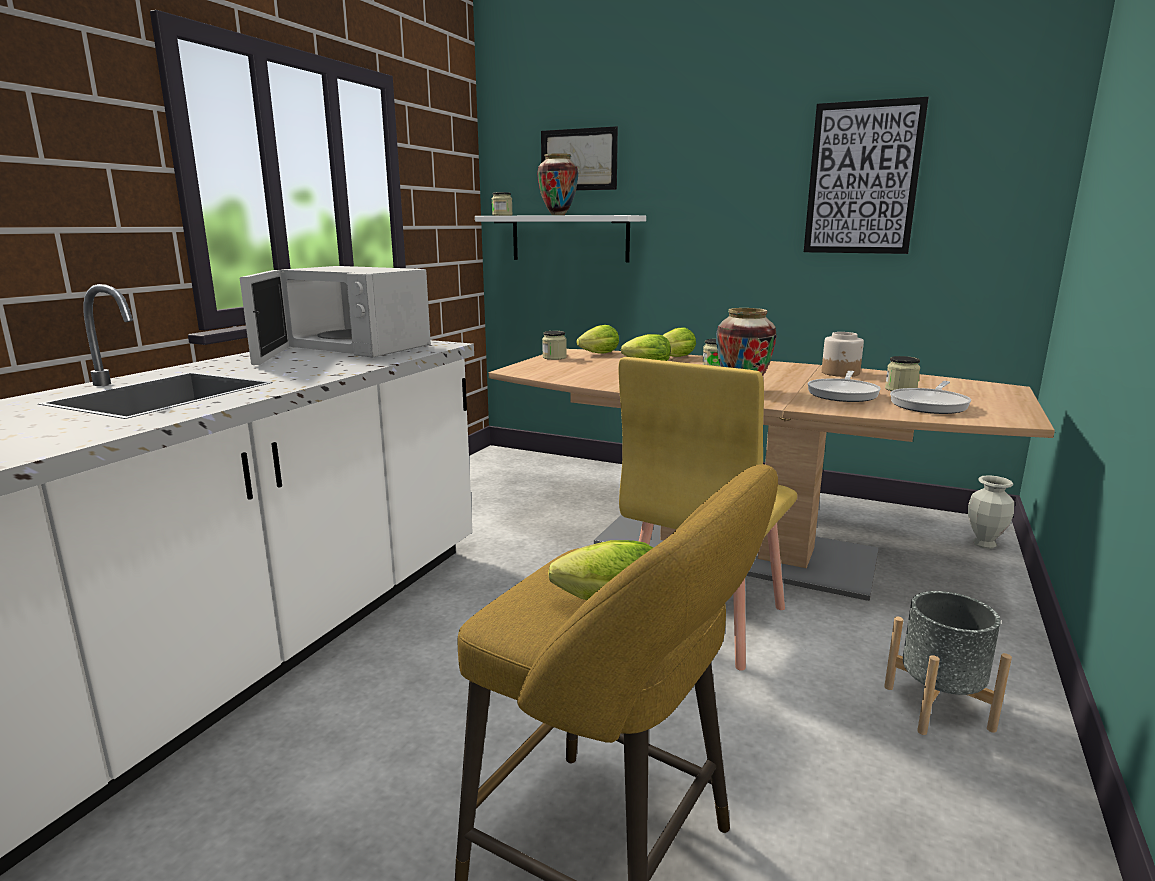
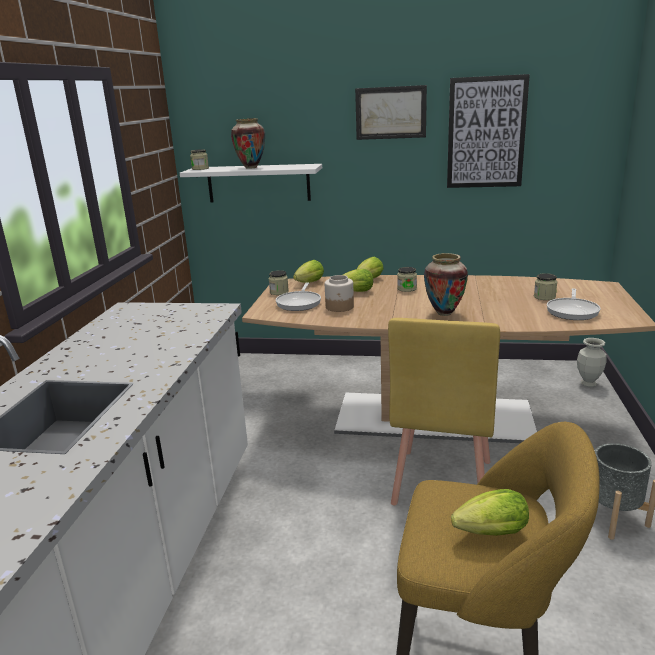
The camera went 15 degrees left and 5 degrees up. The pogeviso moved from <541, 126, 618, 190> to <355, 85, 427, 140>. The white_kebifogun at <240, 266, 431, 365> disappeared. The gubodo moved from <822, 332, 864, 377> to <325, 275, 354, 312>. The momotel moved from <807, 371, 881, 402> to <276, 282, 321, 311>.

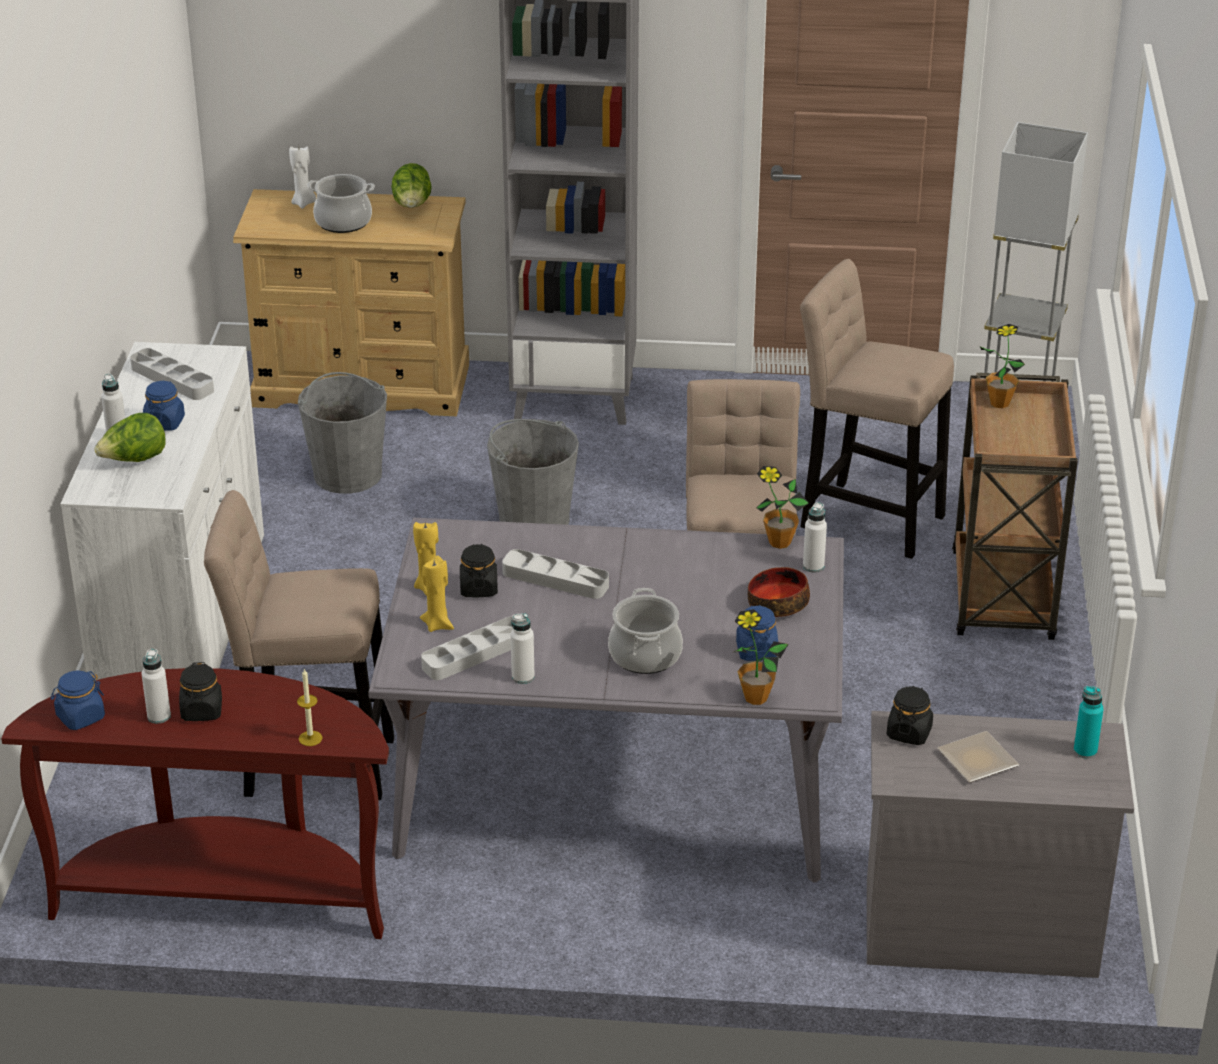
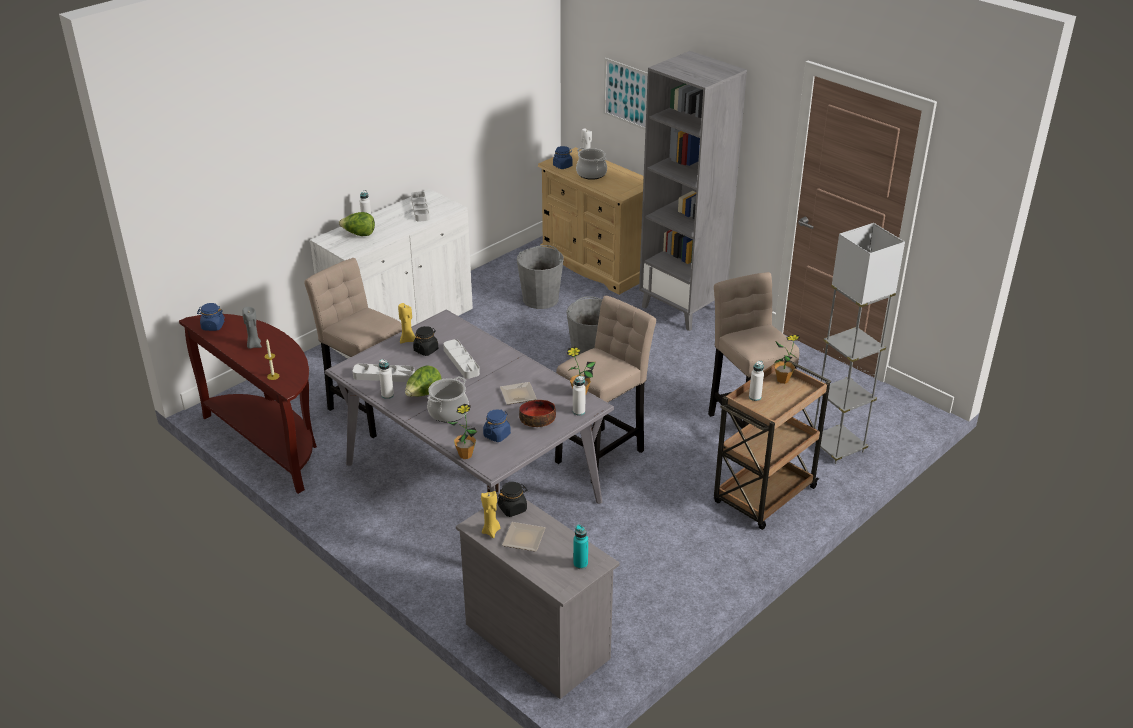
The camera went 40 degrees right and 0 degrees up. The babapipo moved from <391, 163, 432, 208> to <405, 365, 442, 397>. The blue_gubodo moved from <143, 381, 185, 431> to <553, 146, 573, 169>. The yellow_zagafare moved from <420, 556, 454, 632> to <481, 491, 500, 538>. The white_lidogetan moved from <141, 649, 171, 724> to <749, 361, 764, 401>. The black_gubodo at <179, 662, 222, 721> was replaced by the grey_zagafare at <242, 307, 262, 349>. The pogeviso at <604, 58, 648, 130> appeared. The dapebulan at <500, 382, 537, 405> appeared.

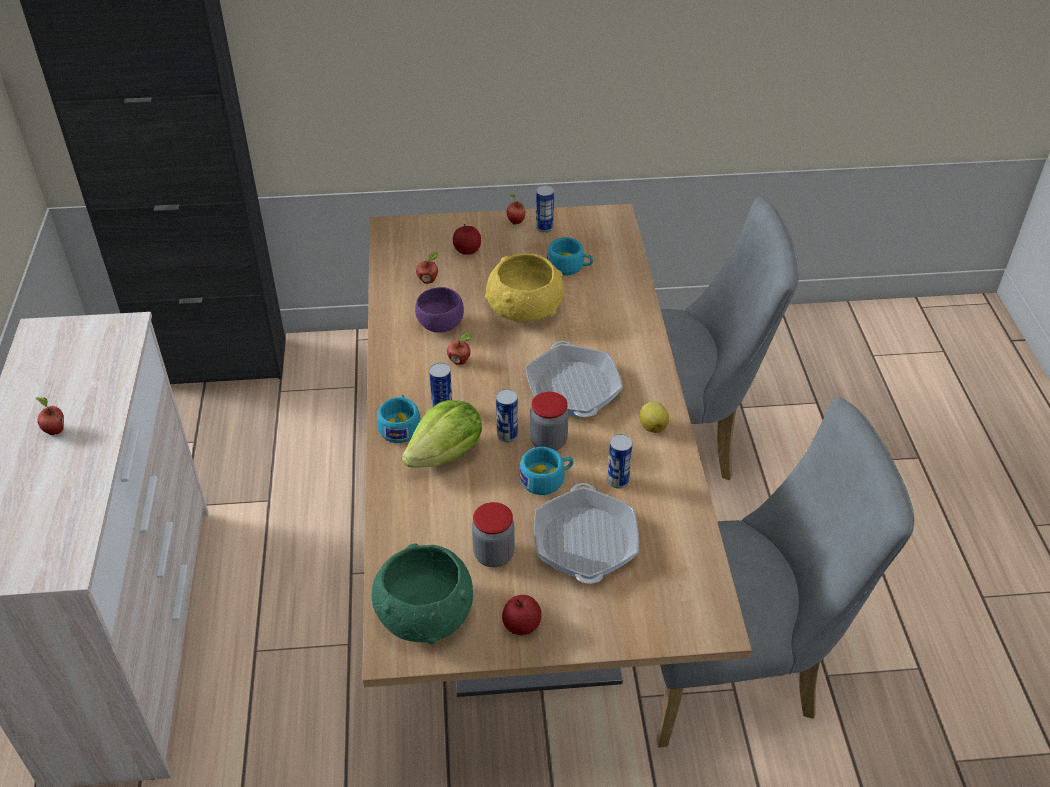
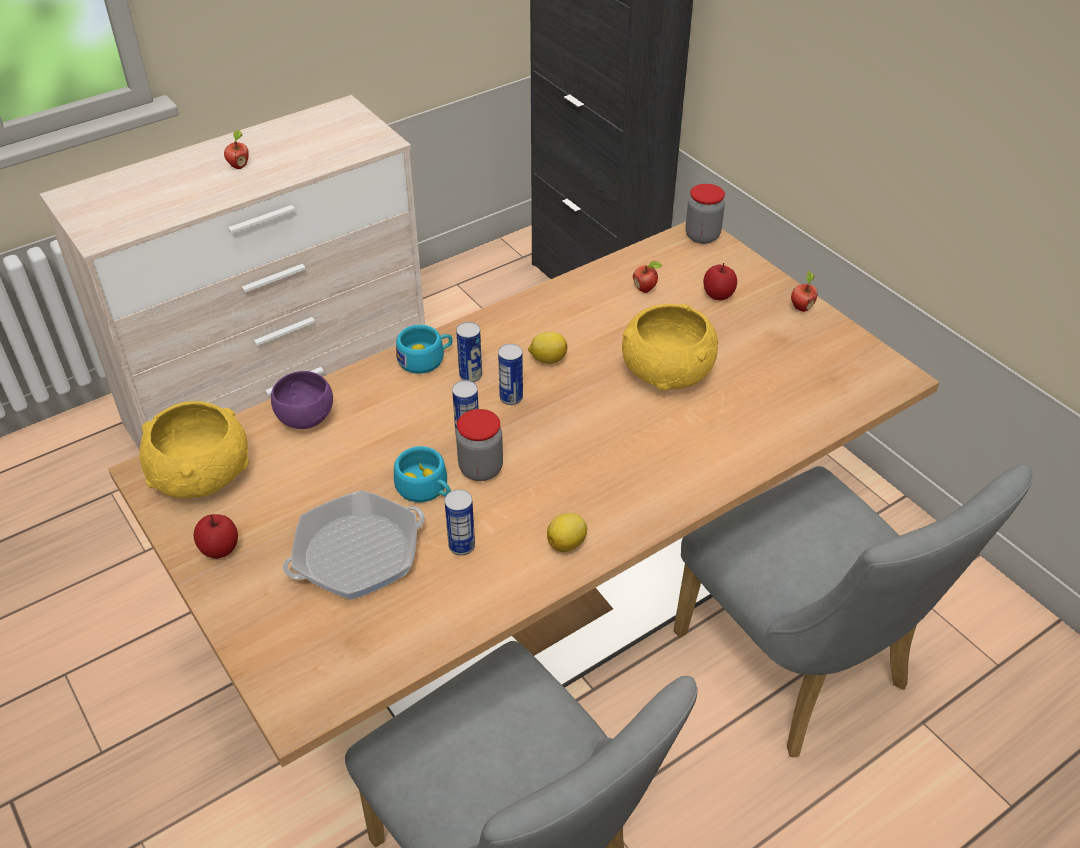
The camera went 60 degrees right and 0 degrees up. The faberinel moved from <536, 186, 554, 233> to <498, 344, 523, 405>. The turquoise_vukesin at <547, 237, 593, 275> disappeared. The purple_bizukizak moved from <415, 287, 464, 333> to <271, 371, 333, 429>. The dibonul at <447, 333, 473, 365> was replaced by the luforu at <528, 332, 567, 364>. The momotel at <526, 341, 623, 418> disappeared. The babapipo at <402, 400, 482, 467> disappeared. The gubodo moved from <472, 502, 515, 567> to <685, 184, 725, 244>. The green_bizukizak at <372, 543, 473, 644> became the yellow_bizukizak at <139, 401, 249, 498>.

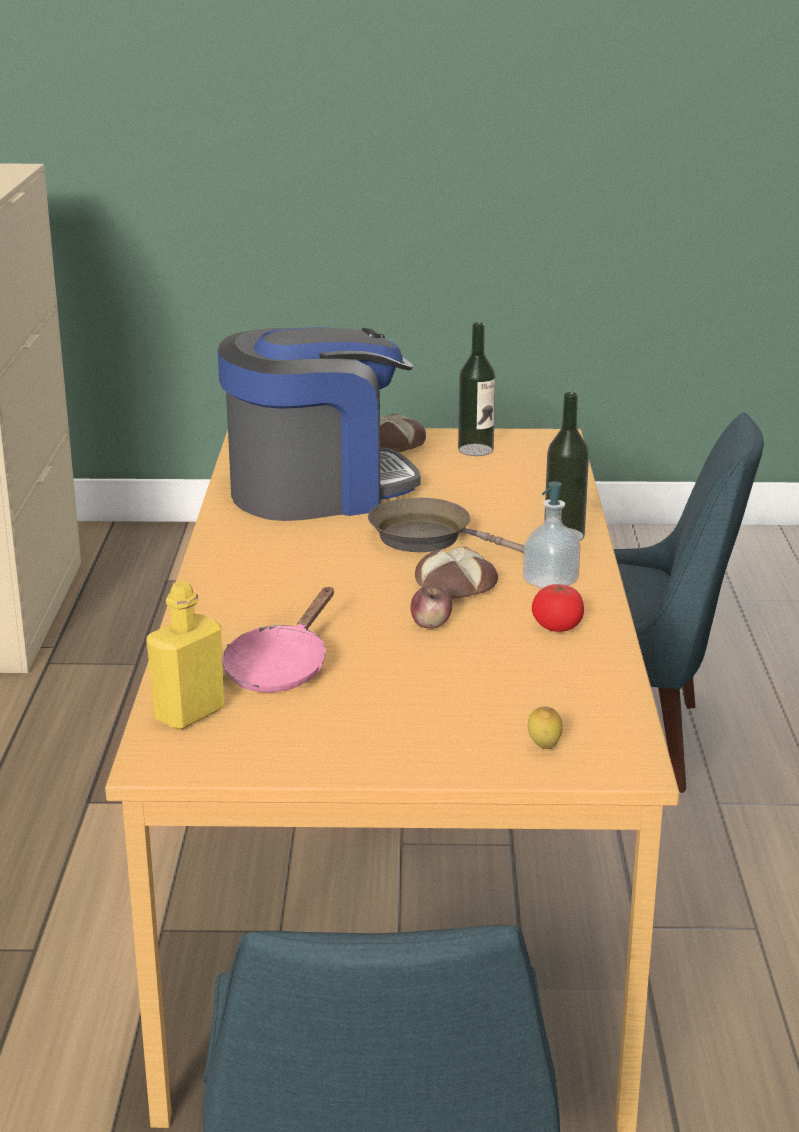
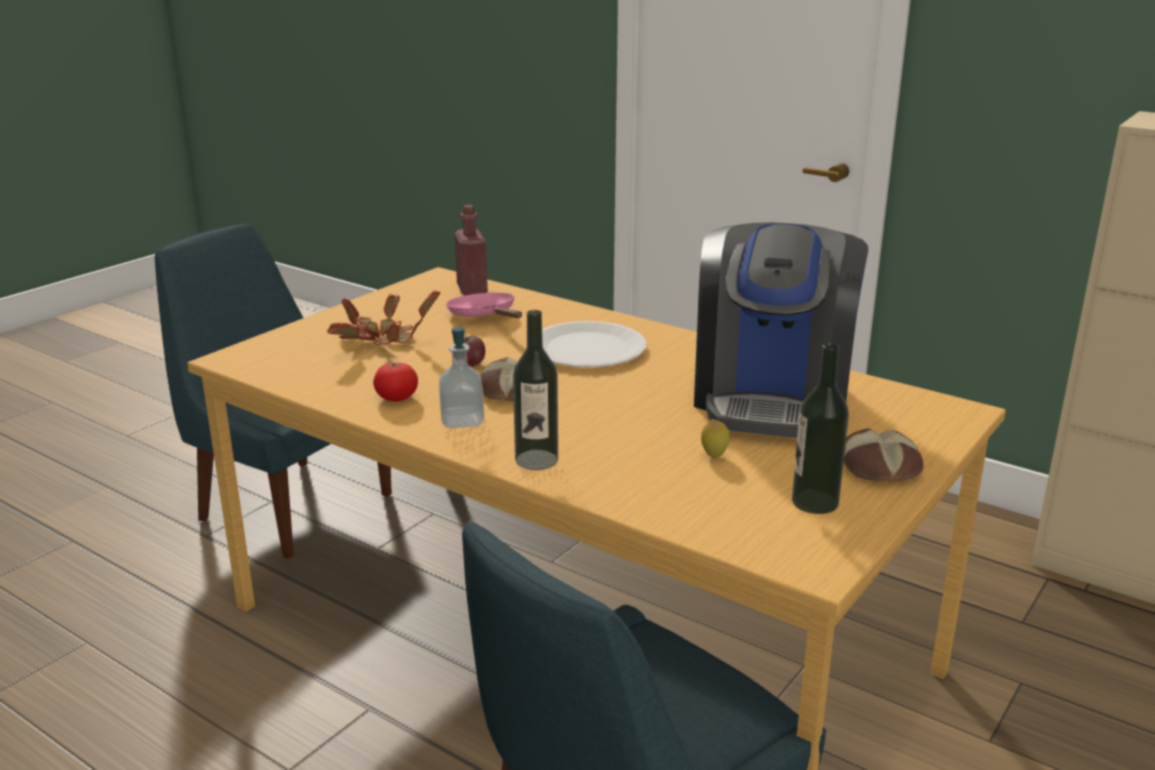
The camera went 125 degrees right and 0 degrees up. The brown_momotel at <368, 498, 524, 553> disappeared. The yellow_lidogetan at <146, 581, 224, 730> became the red_lidogetan at <454, 205, 488, 295>. The luforu moved from <528, 706, 563, 749> to <701, 419, 730, 458>. The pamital at <327, 290, 440, 345> appeared. The white_dapebulan at <542, 321, 646, 367> appeared.

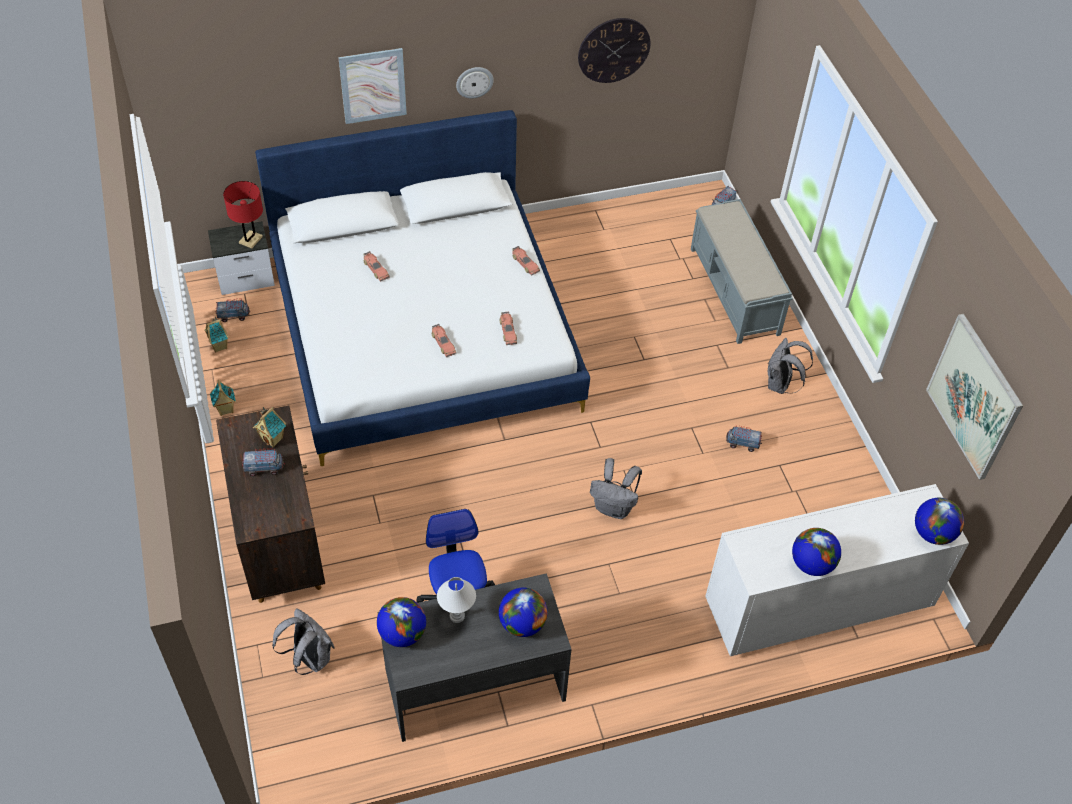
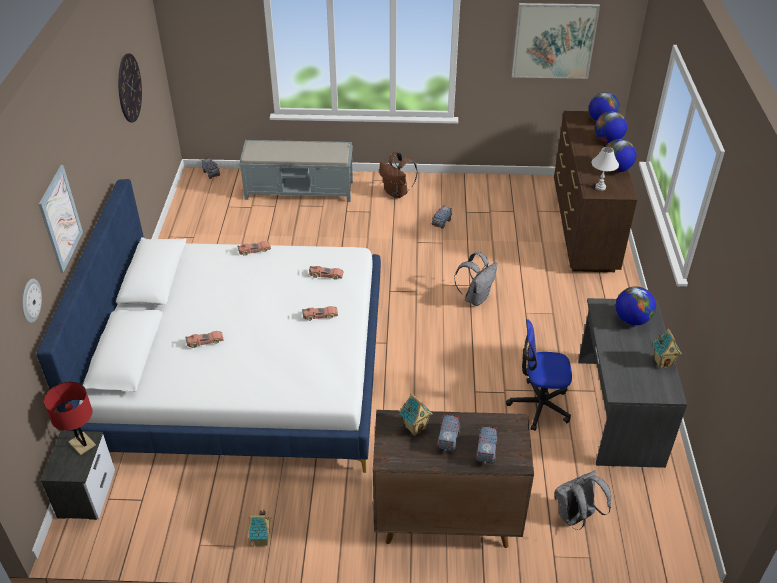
The camera went 70 degrees left and 10 degrees down. The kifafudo moved from <456, 67, 494, 99> to <22, 279, 42, 323>. The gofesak moved from <216, 298, 250, 322> to <475, 426, 499, 464>. The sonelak moved from <204, 317, 229, 353> to <653, 329, 682, 368>. The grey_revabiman at <768, 338, 813, 394> became the brown_revabiman at <379, 152, 418, 199>. The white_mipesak at <705, 484, 969, 656> became the brown_mipesak at <554, 111, 637, 272>. The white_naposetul moved from <437, 577, 476, 623> to <591, 147, 619, 191>. The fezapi moved from <377, 597, 426, 647> to <595, 111, 627, 143>.

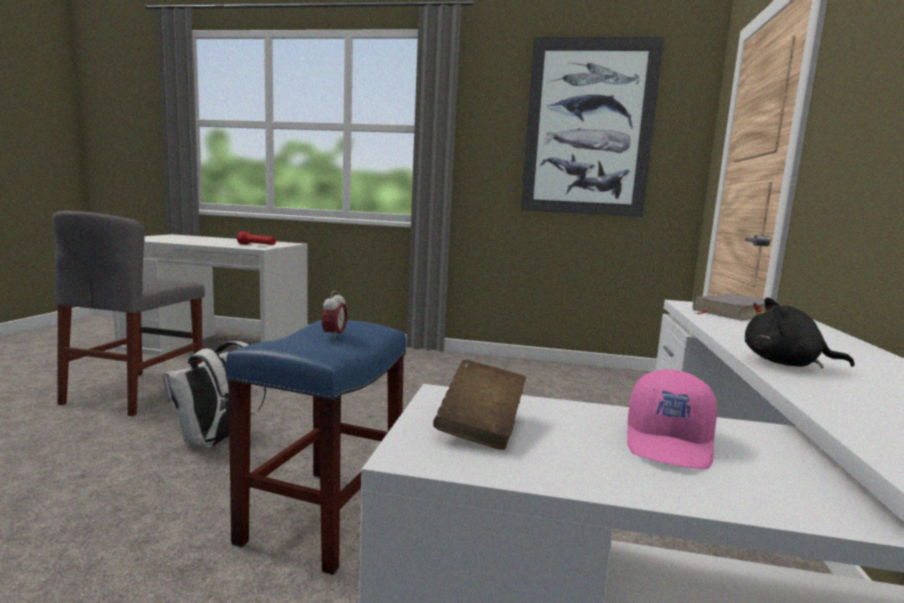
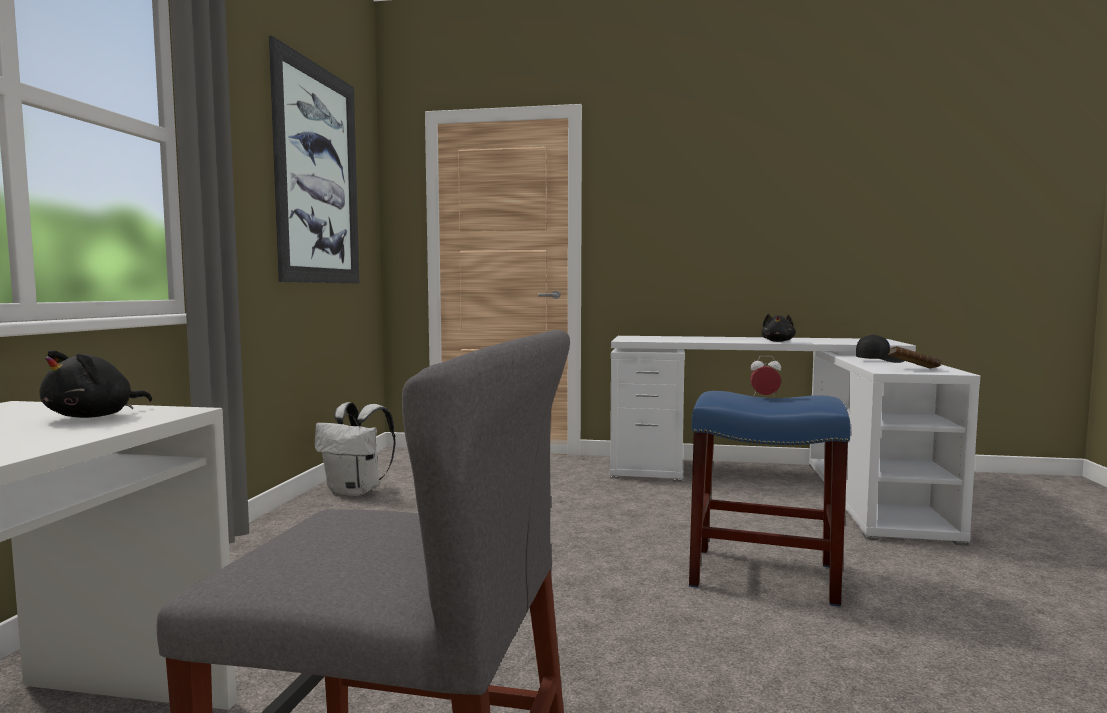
The camera went 90 degrees left and 5 degrees down. The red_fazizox at <237, 231, 276, 245> was replaced by the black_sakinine at <40, 350, 152, 418>. The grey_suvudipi at <693, 293, 779, 321> disappeared. The white_revabiman moved from <163, 341, 266, 448> to <315, 402, 396, 496>. The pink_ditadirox at <627, 369, 717, 469> became the black_ditadirox at <856, 335, 904, 363>.

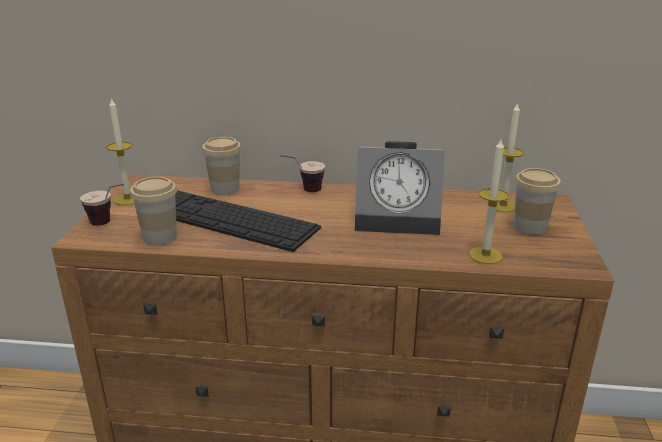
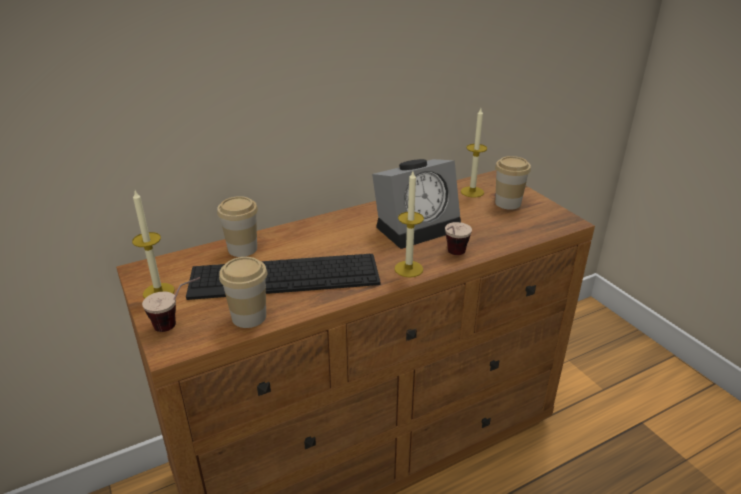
The camera went 35 degrees left and 5 degrees up. The zagafare moved from <469, 140, 509, 264> to <394, 171, 424, 277>. The vukesin moved from <280, 155, 325, 192> to <445, 222, 472, 255>.

